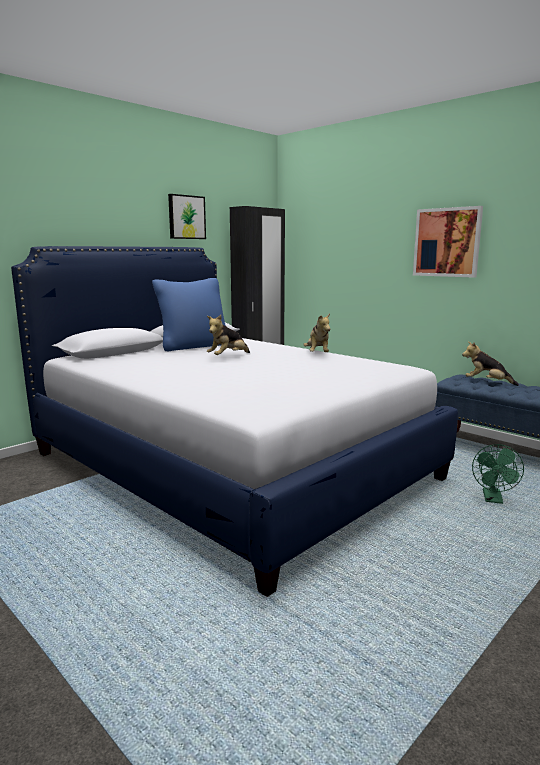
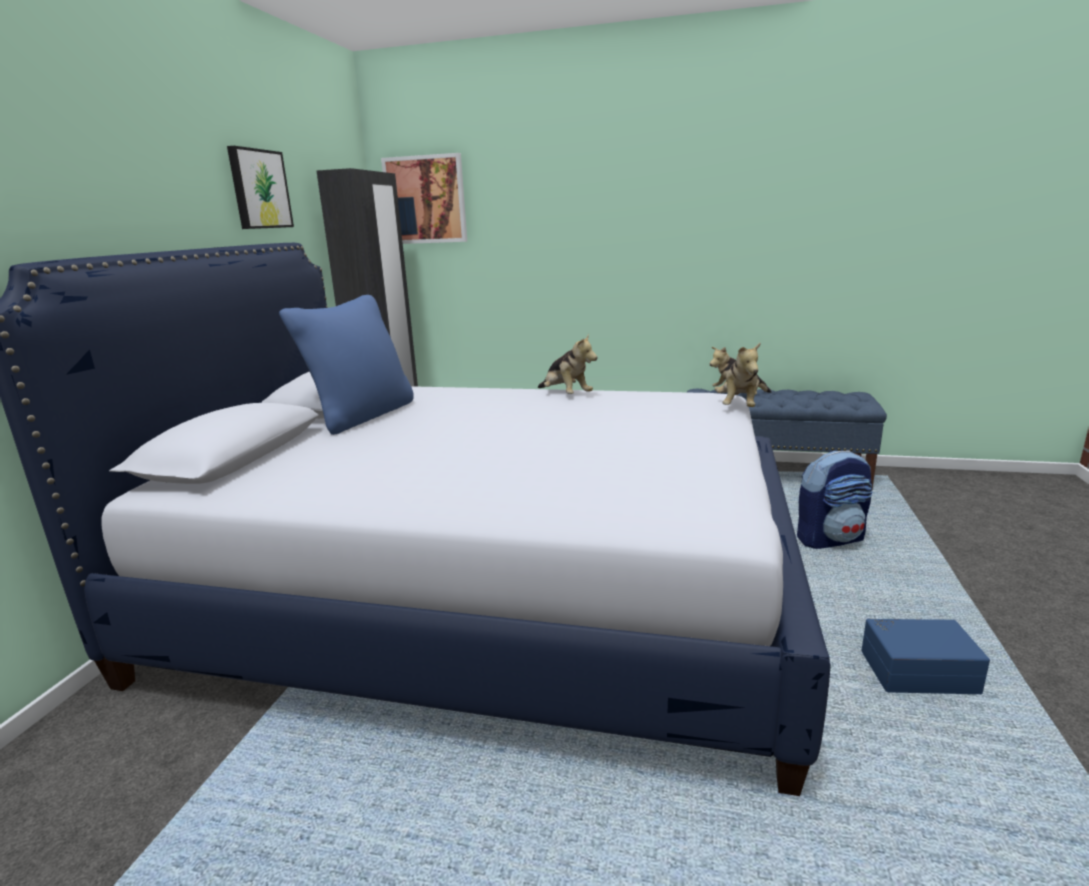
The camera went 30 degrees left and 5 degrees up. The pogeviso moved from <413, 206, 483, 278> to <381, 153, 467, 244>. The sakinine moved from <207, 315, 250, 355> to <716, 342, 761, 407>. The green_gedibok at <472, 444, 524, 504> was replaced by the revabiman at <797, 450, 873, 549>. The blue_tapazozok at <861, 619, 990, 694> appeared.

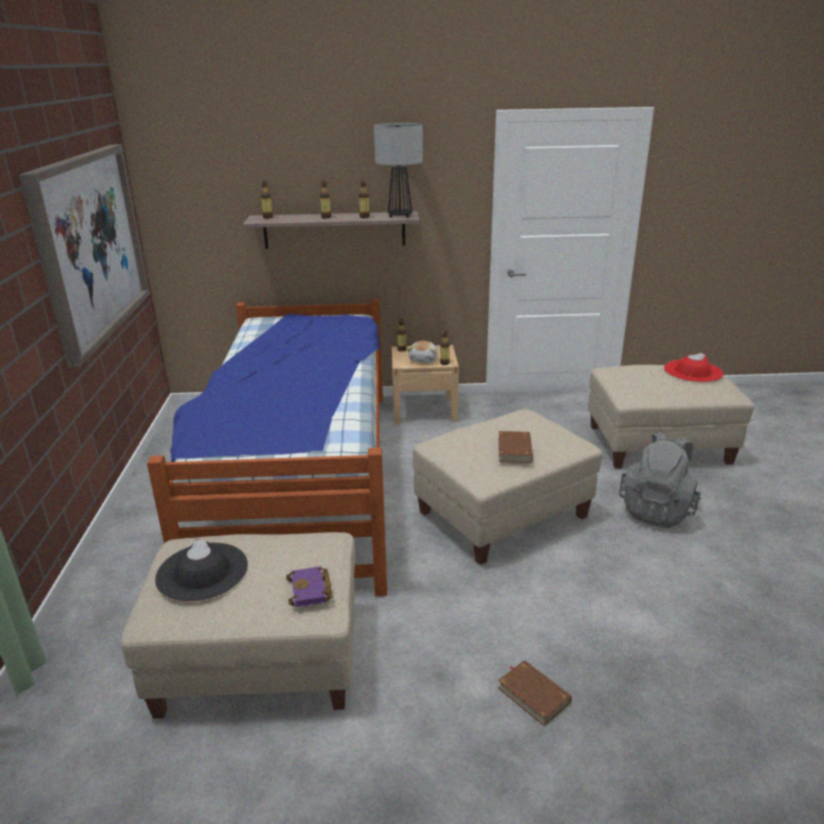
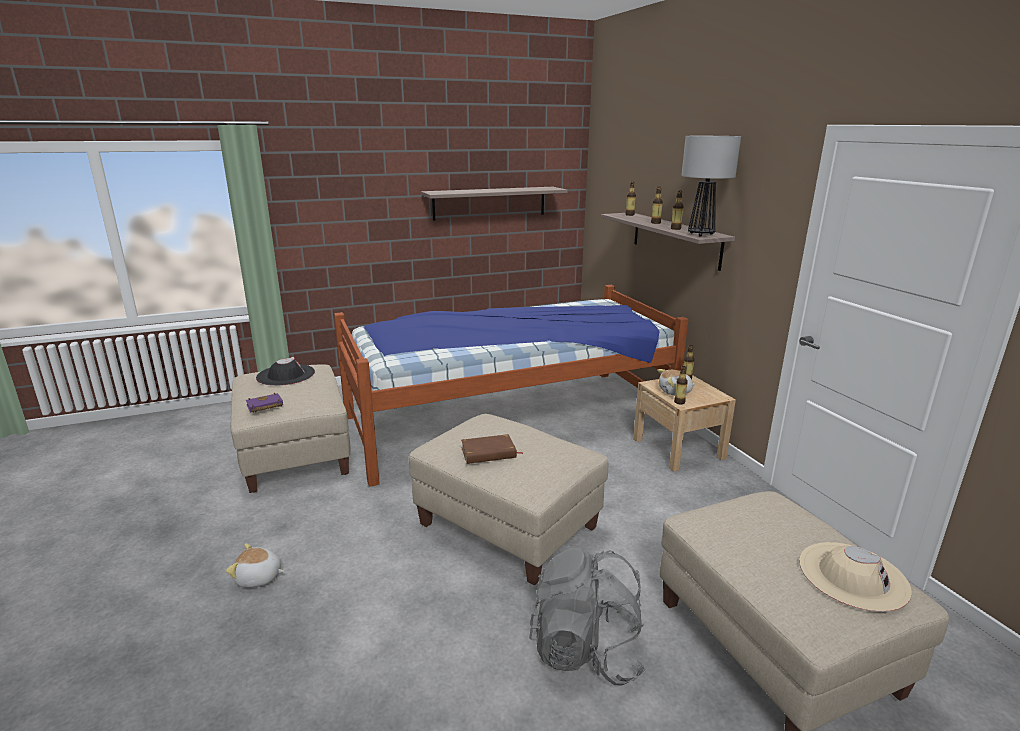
The camera went 70 degrees right and 5 degrees down. The pogeviso at <19, 144, 150, 367> was replaced by the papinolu at <421, 187, 568, 221>. The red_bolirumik at <664, 353, 723, 382> became the beige_bolirumik at <799, 542, 912, 612>. The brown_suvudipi at <498, 660, 572, 726> was replaced by the sakinine at <226, 544, 285, 587>.

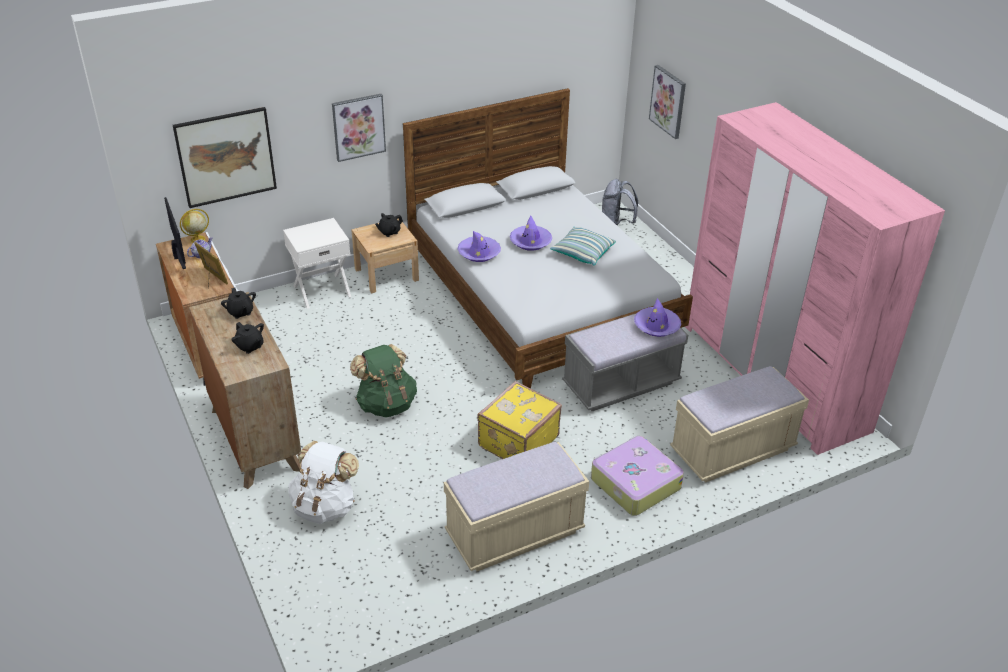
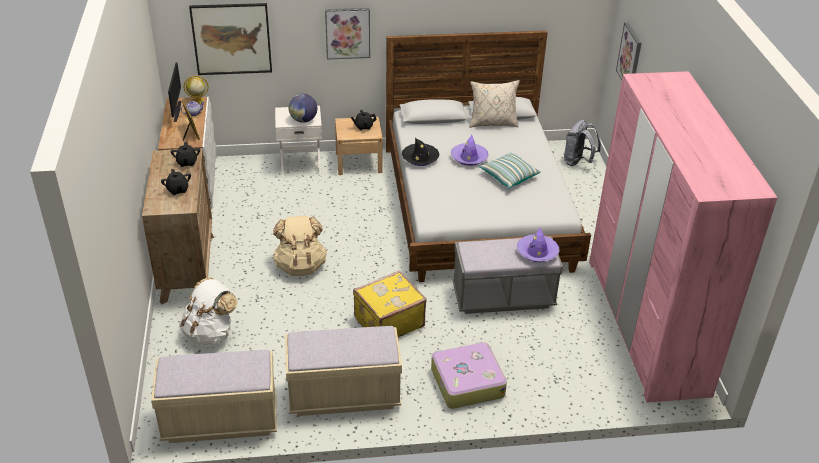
The camera went 20 degrees right and 0 degrees up. The purple_bolirumik at <458, 231, 501, 262> became the black_bolirumik at <402, 138, 439, 166>. The green_revabiman at <350, 344, 417, 418> became the beige_revabiman at <273, 216, 327, 276>. The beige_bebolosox moved from <670, 366, 809, 483> to <151, 350, 277, 443>. The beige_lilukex at <469, 80, 520, 128> appeared. The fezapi at <289, 94, 317, 123> appeared.

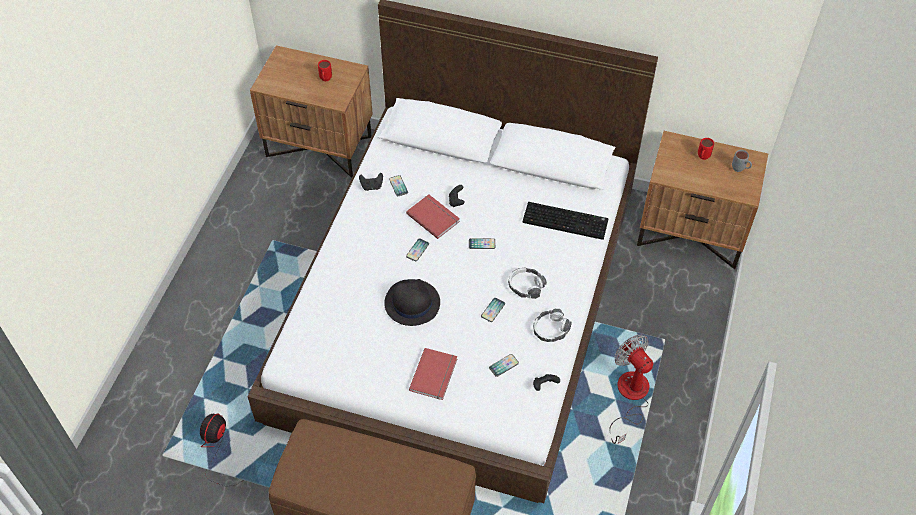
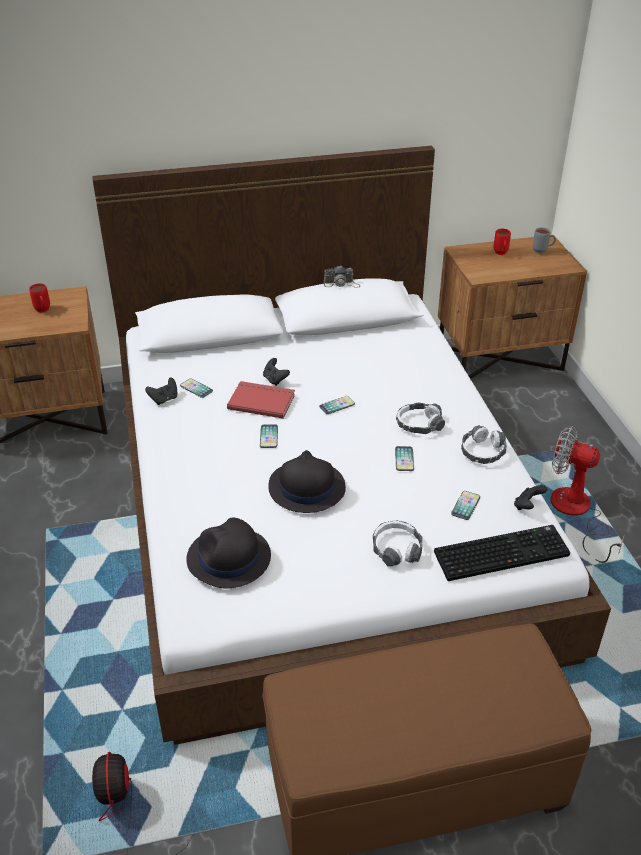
The camera went 30 degrees left and 15 degrees down. The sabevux moved from <523, 202, 608, 240> to <434, 525, 570, 581>. The red_suvudipi at <409, 348, 457, 400> was replaced by the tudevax at <373, 521, 423, 566>. The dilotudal at <324, 266, 360, 288> appeared. The black_bolirumik at <186, 517, 271, 588> appeared.

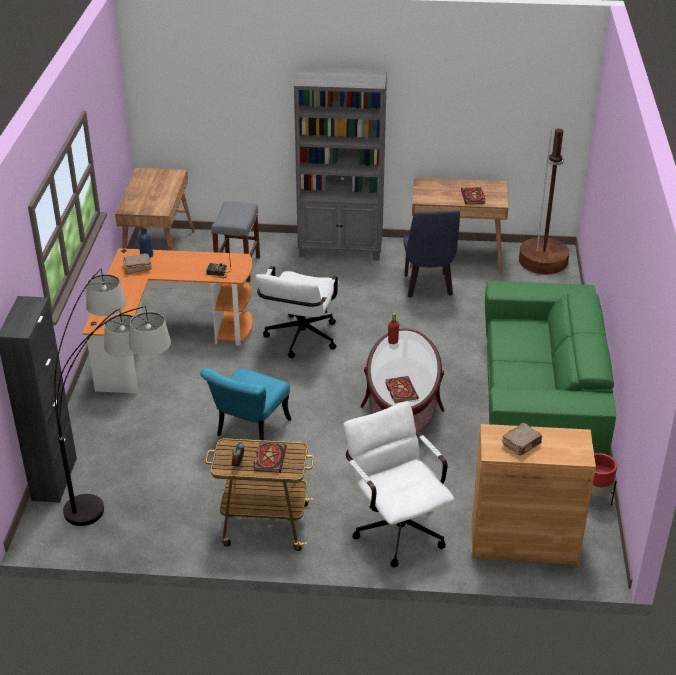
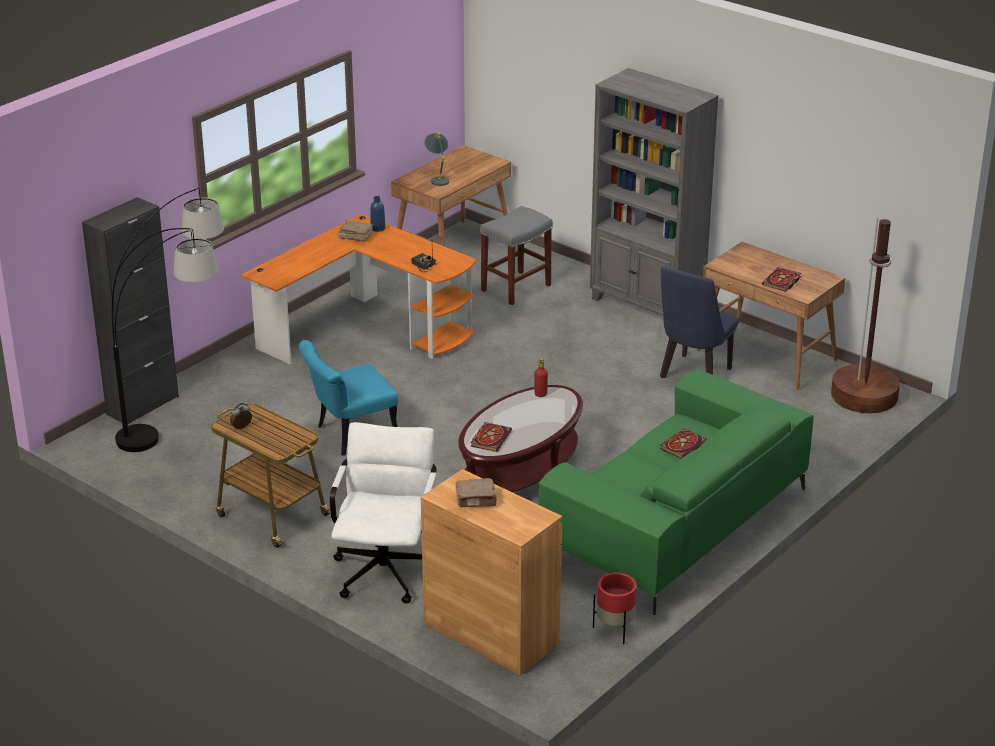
The camera went 35 degrees right and 5 degrees down. The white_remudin at <255, 266, 339, 358> disappeared. The suvudipi moved from <253, 442, 287, 473> to <660, 429, 707, 458>. The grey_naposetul at <424, 132, 449, 186> appeared.

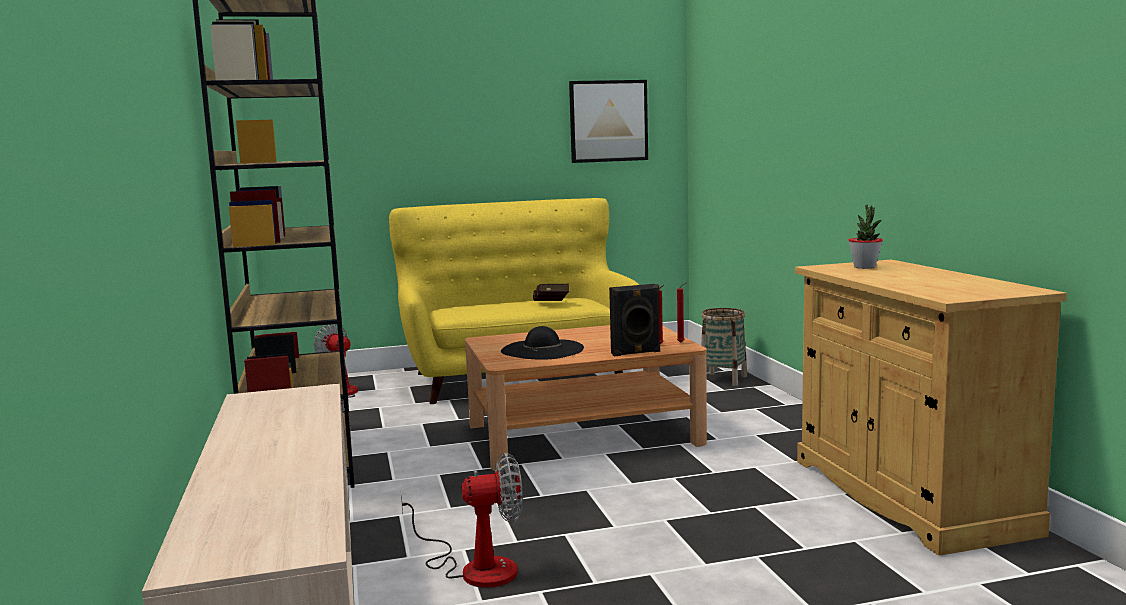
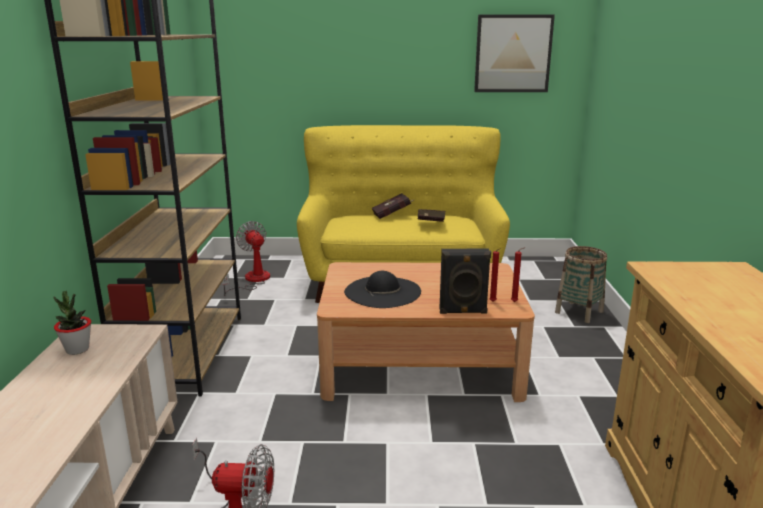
The camera went 15 degrees right and 10 degrees up. The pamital moved from <849, 205, 883, 269> to <54, 291, 91, 355>. The red_suvudipi at <372, 193, 415, 219> appeared.

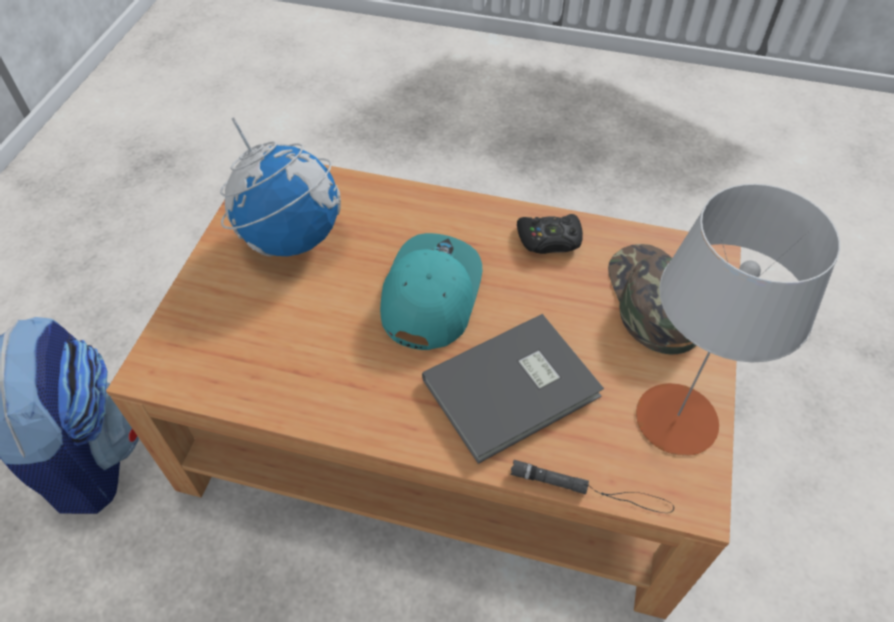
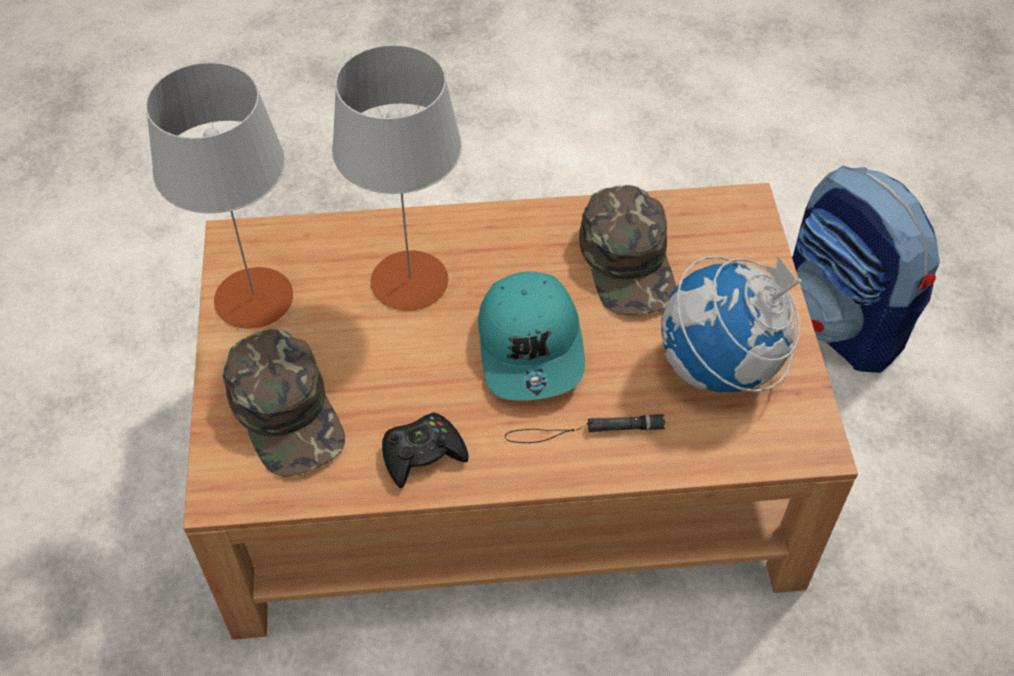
The camera went 160 degrees right and 0 degrees up. The grey_suvudipi at <422, 314, 604, 464> was replaced by the grey_naposetul at <332, 45, 462, 311>. The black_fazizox moved from <510, 460, 674, 513> to <505, 414, 665, 443>. The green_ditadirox at <579, 185, 677, 315> appeared.

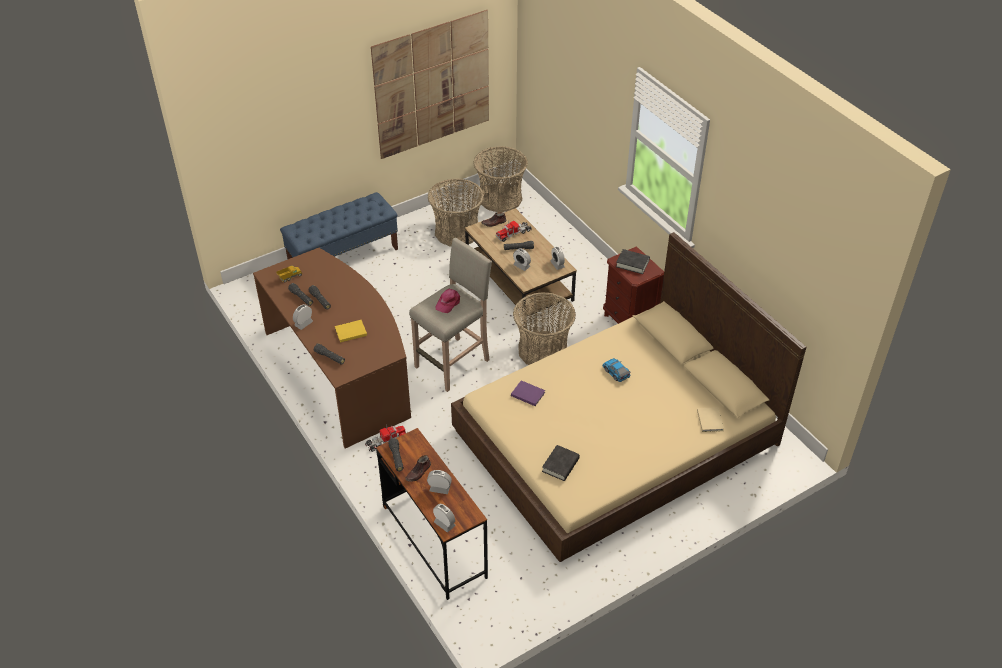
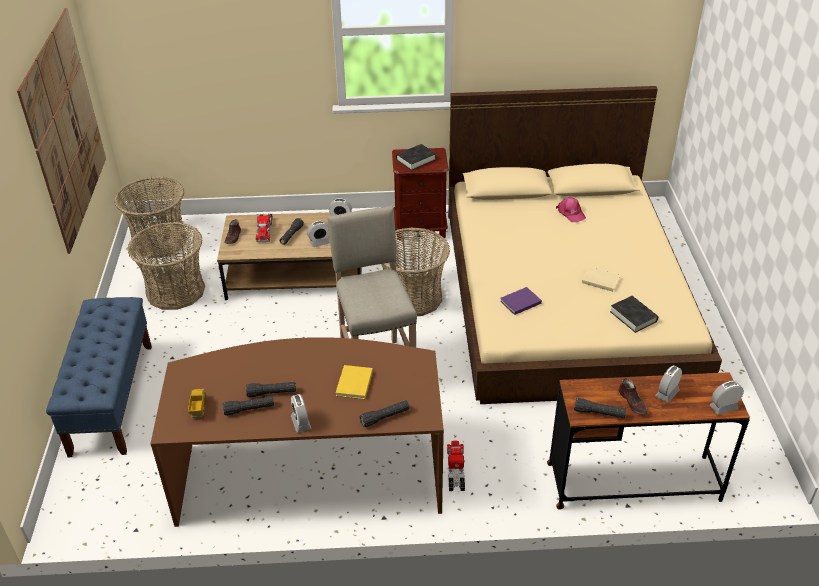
The camera went 60 degrees left and 5 degrees down. The pink_ditadirox moved from <435, 289, 460, 313> to <556, 197, 586, 222>. The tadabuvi at <602, 358, 630, 382> disappeared. The beige_suvudipi moved from <697, 407, 724, 432> to <582, 266, 620, 292>.

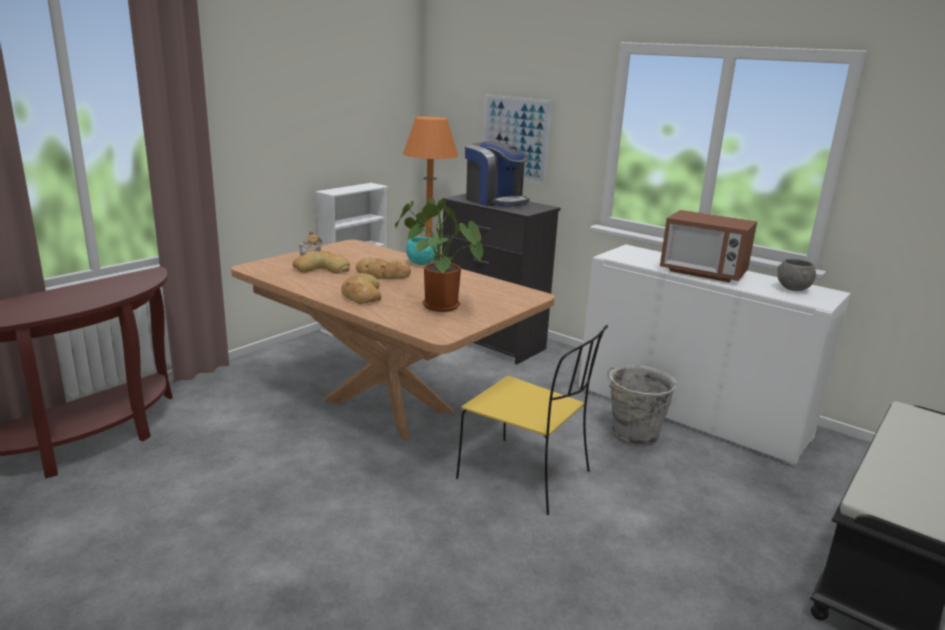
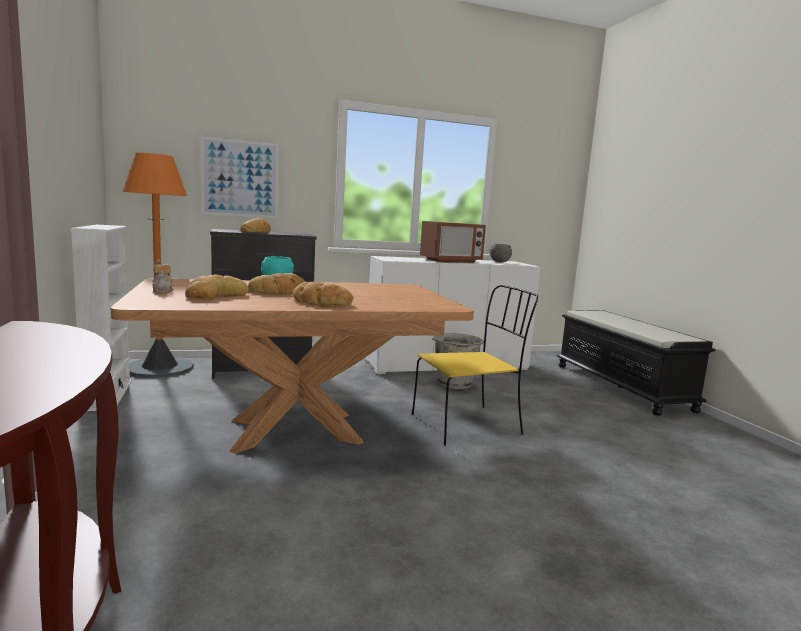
The camera went 55 degrees left and 10 degrees down. The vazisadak at <465, 141, 529, 207> was replaced by the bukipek at <240, 218, 271, 233>. The pamital at <395, 198, 483, 312> disappeared.

